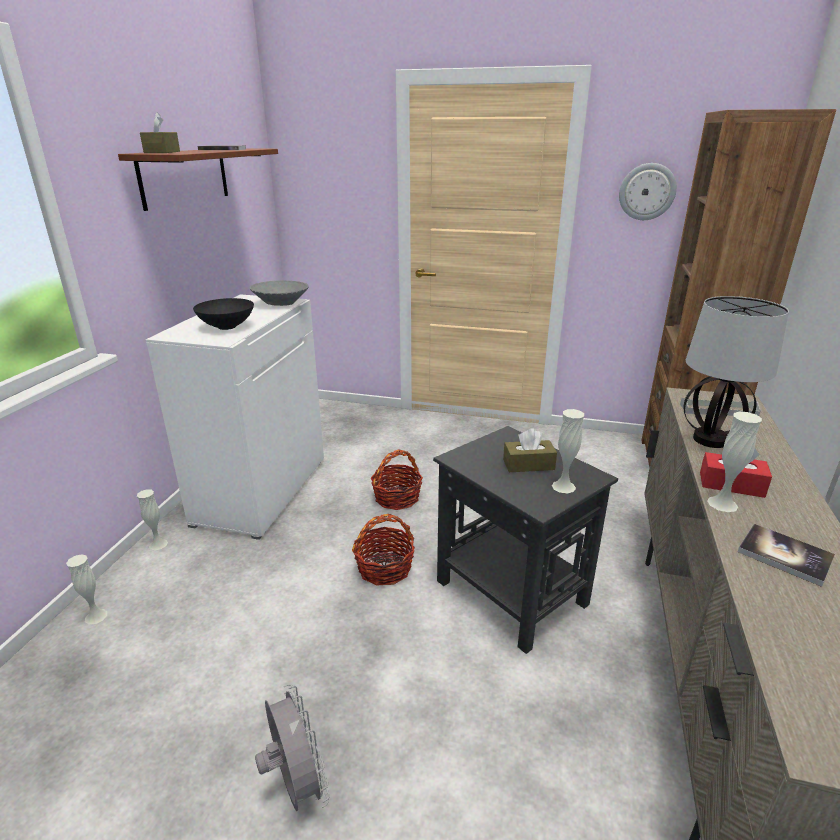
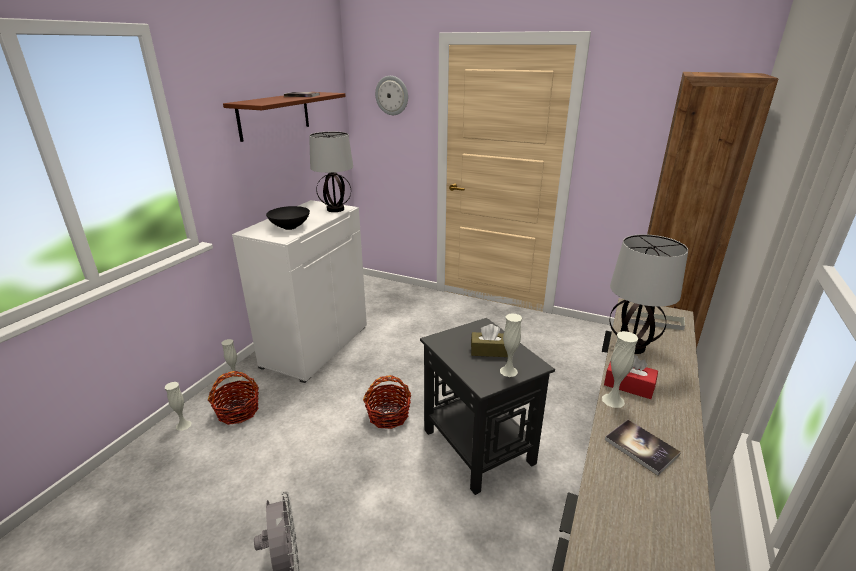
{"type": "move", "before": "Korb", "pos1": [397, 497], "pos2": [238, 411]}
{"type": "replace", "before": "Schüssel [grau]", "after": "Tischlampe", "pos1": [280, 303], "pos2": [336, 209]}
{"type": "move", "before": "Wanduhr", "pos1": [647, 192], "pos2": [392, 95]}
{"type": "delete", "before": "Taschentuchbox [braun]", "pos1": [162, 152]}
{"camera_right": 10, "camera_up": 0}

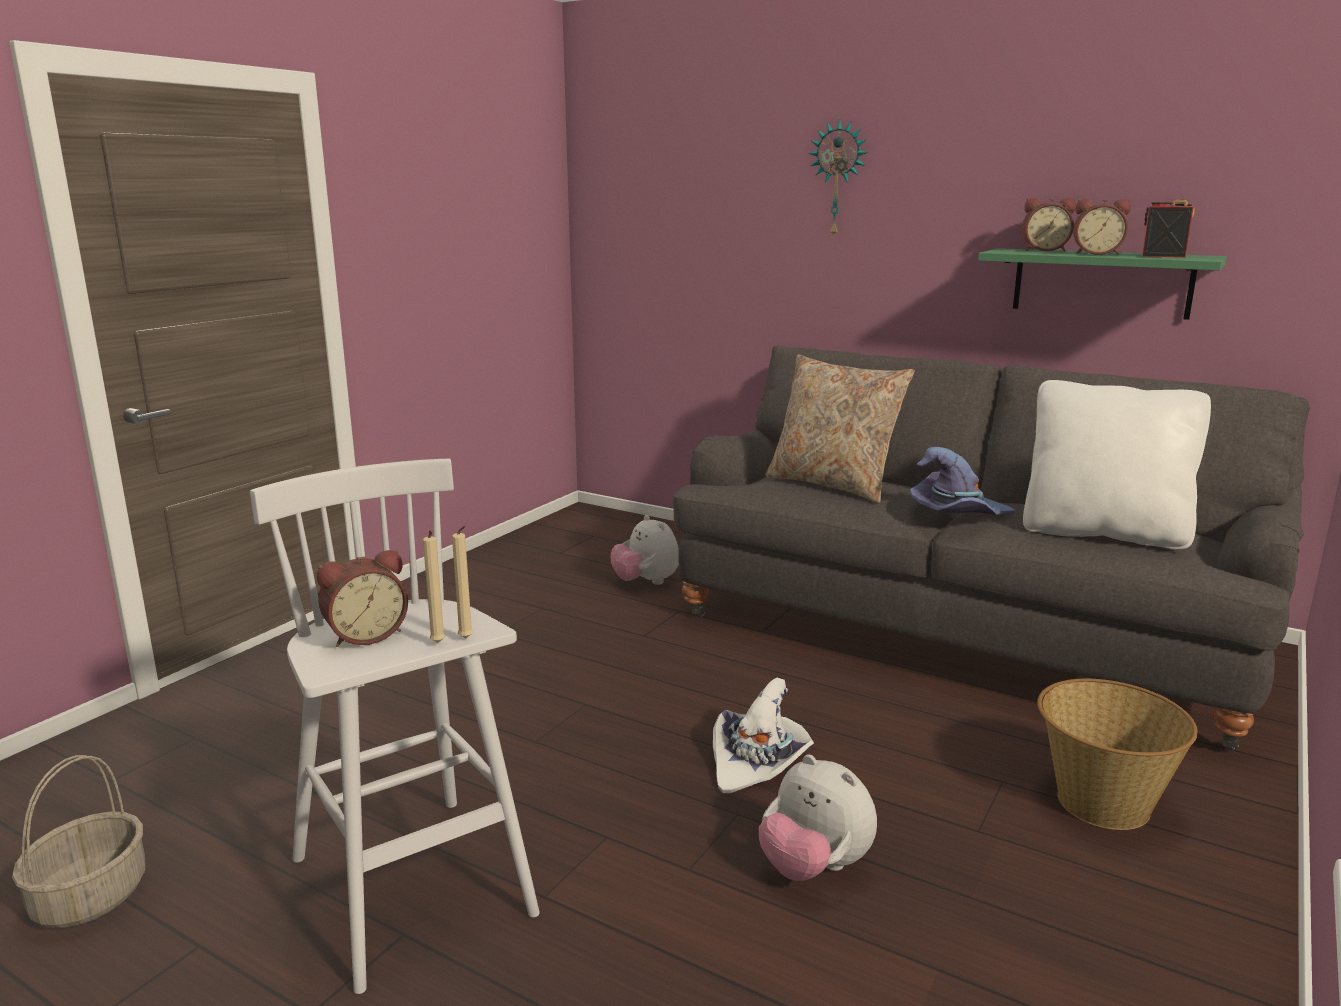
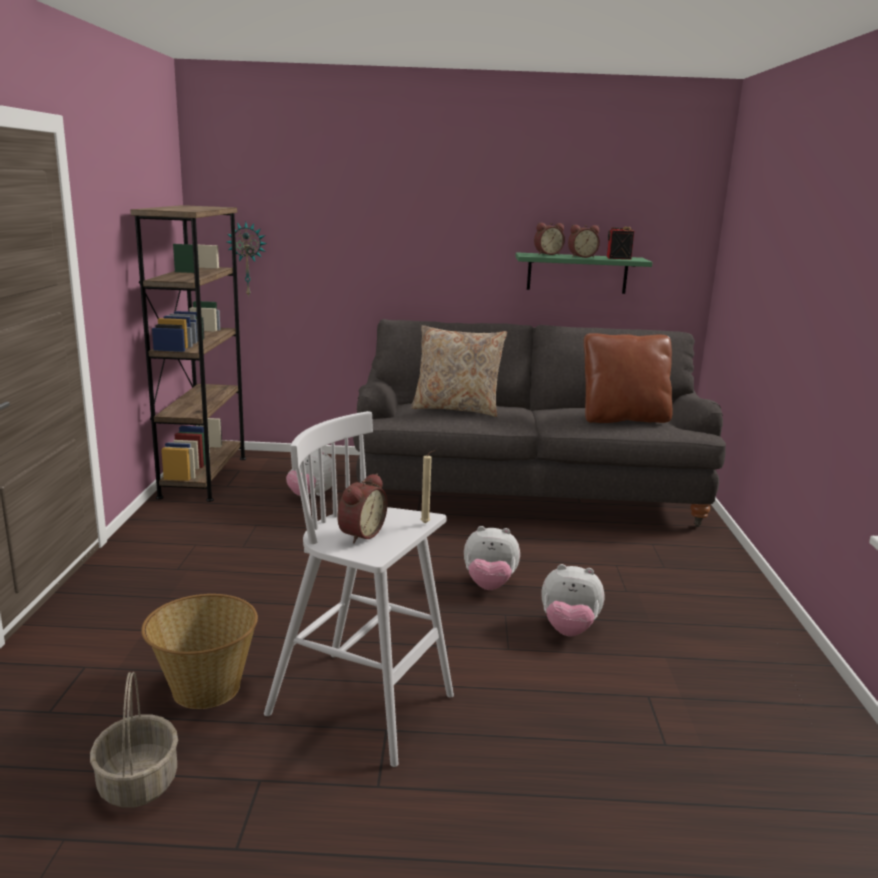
{"type": "insert", "after": "Bücherregal [braun]", "pos2": [204, 477]}
{"type": "move", "before": "Korb", "pos1": [1101, 802], "pos2": [205, 688]}
{"type": "move", "before": "Wanduhr", "pos1": [838, 179], "pos2": [248, 259]}
{"type": "replace", "before": "Hut [weiß]", "after": "Plüschtier", "pos1": [759, 762], "pos2": [489, 585]}
{"type": "recolor", "before": "Kissen [weiß]", "after": "Kissen [braun]", "pos1": [1103, 533], "pos2": [623, 418]}
{"type": "delete", "before": "Kerze [beige]", "pos1": [438, 644]}
{"type": "delete", "before": "Hut [lila]", "pos1": [956, 514]}
{"camera_right": -30, "camera_up": 0}

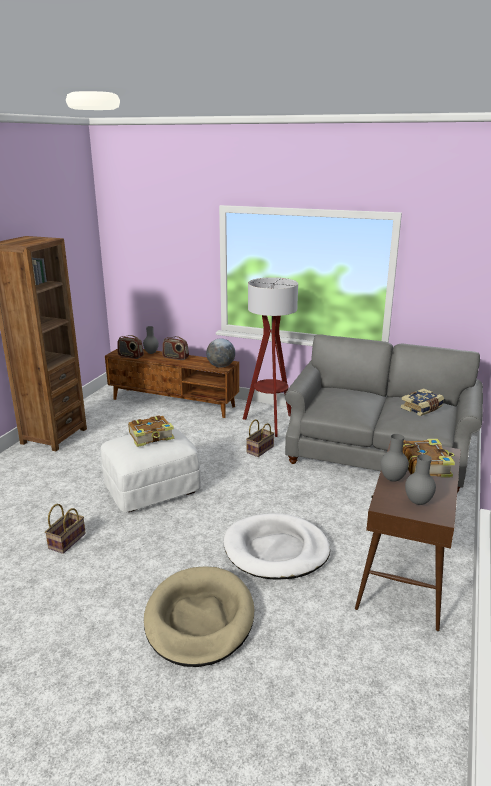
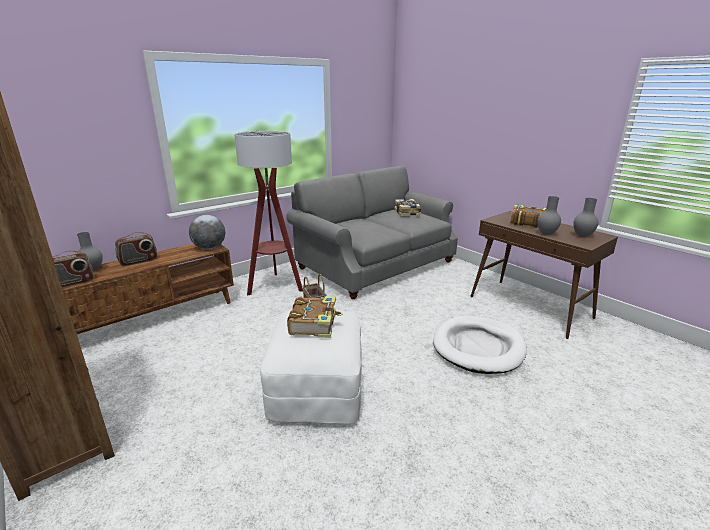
{"type": "delete", "before": "Korb", "pos1": [67, 540]}
{"type": "delete", "before": "Hundebett [beige]", "pos1": [199, 619]}
{"camera_right": -60, "camera_up": 0}

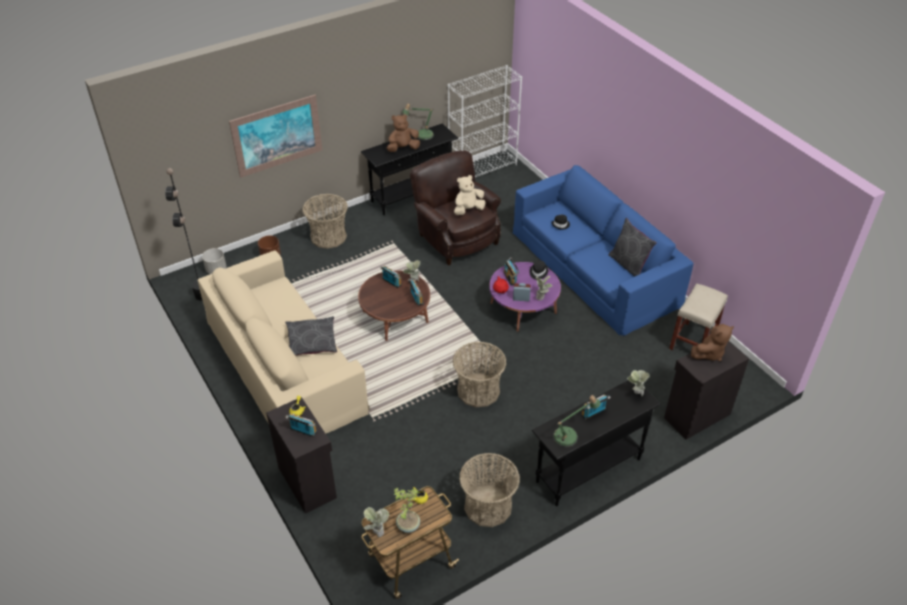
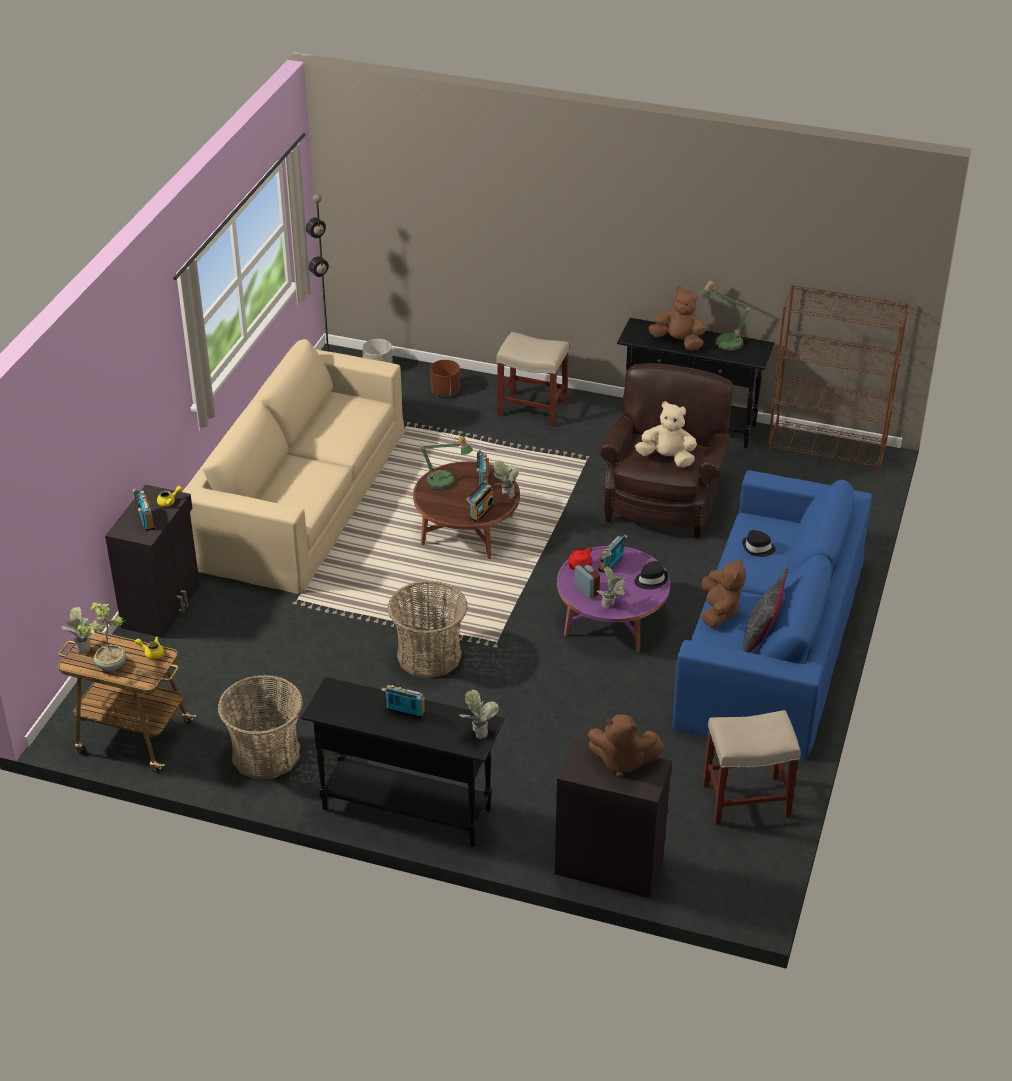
{"type": "move", "before": "Tischlampe", "pos1": [569, 436], "pos2": [445, 483]}
{"type": "replace", "before": "Korb", "after": "Hocker [beige]", "pos1": [328, 236], "pos2": [531, 409]}
{"type": "insert", "after": "Plüschtier [braun]", "pos2": [719, 611]}
{"type": "recolor", "before": "Bücherregal [weiß]", "after": "Bücherregal [braun]", "pos1": [482, 168], "pos2": [827, 449]}
{"type": "delete", "before": "Bild", "pos1": [277, 135]}
{"type": "delete", "before": "Kissen [grau]", "pos1": [311, 342]}
{"camera_right": 50, "camera_up": -5}

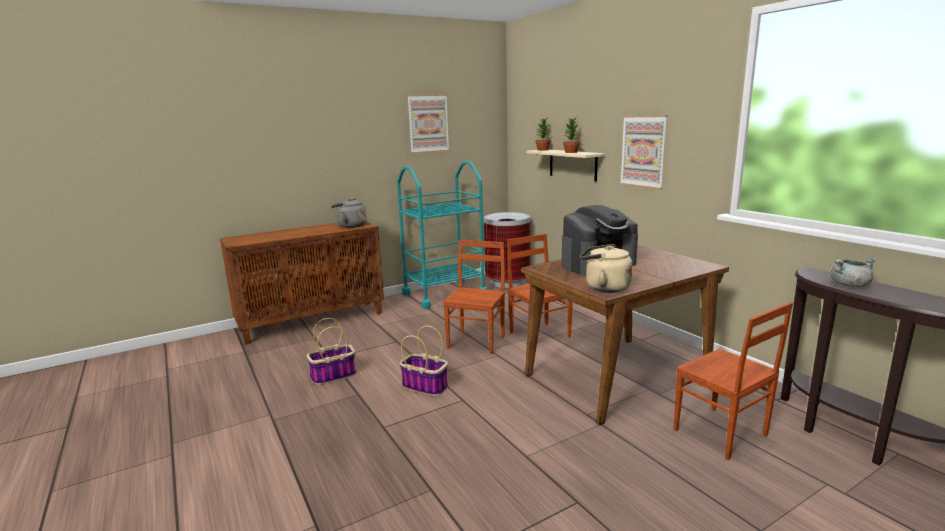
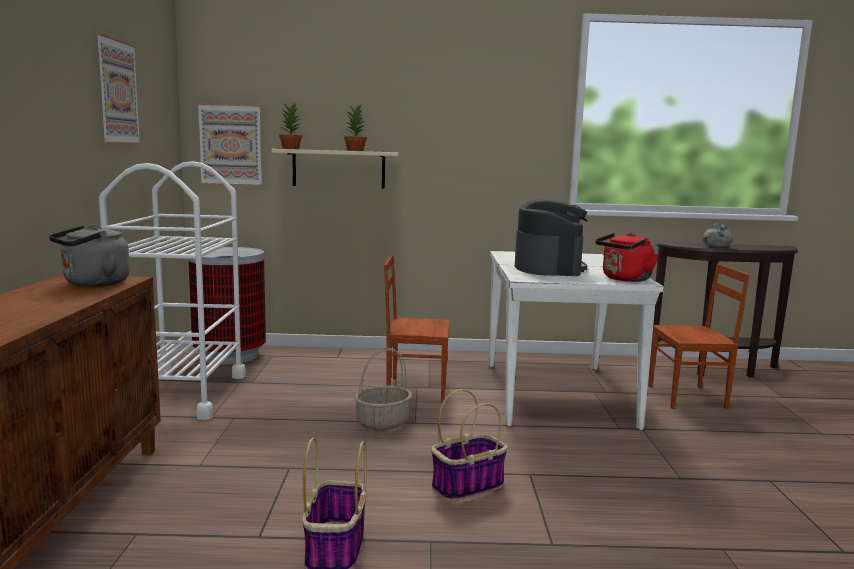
{"type": "recolor", "before": "Rollwagen [türkis]", "after": "Rollwagen [weiß]", "pos1": [444, 294], "pos2": [182, 394]}
{"type": "move", "before": "Bild", "pos1": [643, 151], "pos2": [230, 145]}
{"type": "replace", "before": "Stuhl [braun]", "after": "Korb", "pos1": [477, 342], "pos2": [383, 422]}
{"type": "recolor", "before": "Esstisch [braun]", "after": "Esstisch [weiß]", "pos1": [617, 375], "pos2": [556, 393]}
{"type": "recolor", "before": "Wasserkessel [beige]", "after": "Wasserkessel [rot]", "pos1": [604, 287], "pos2": [624, 279]}
{"camera_right": -60, "camera_up": -5}

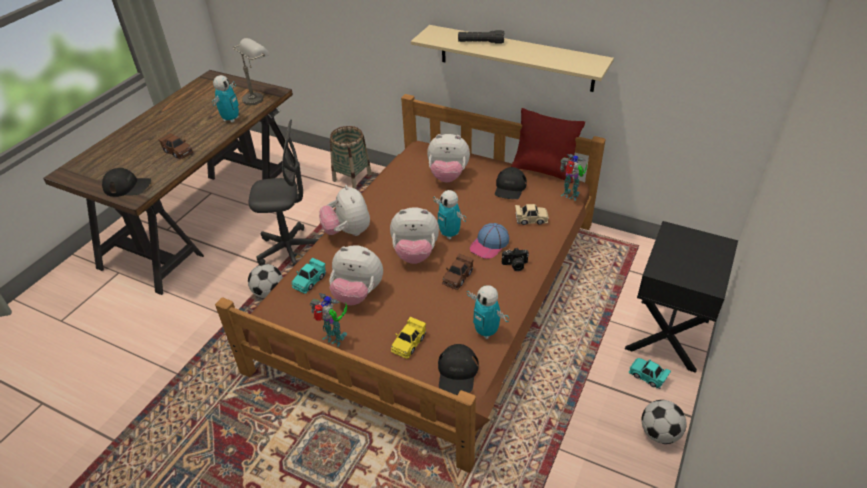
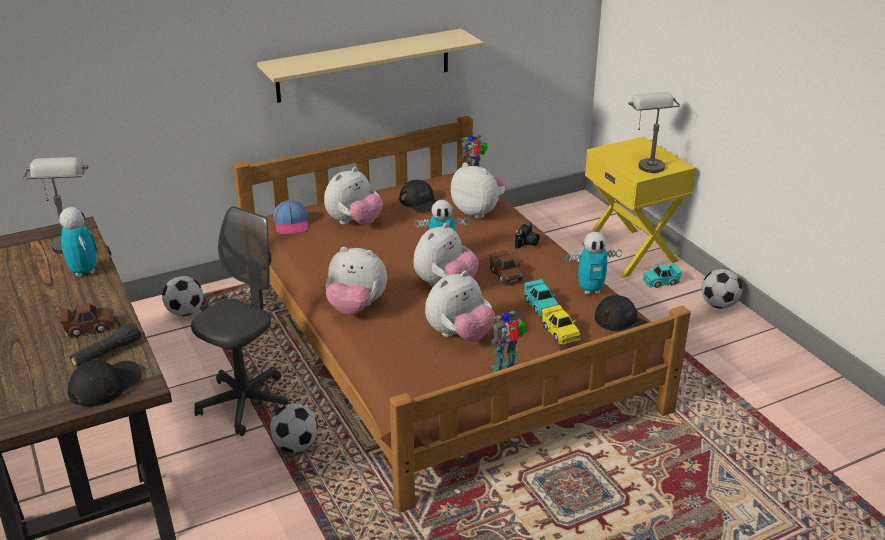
{"type": "move", "before": "Taschenlampe [schwarz]", "pos1": [481, 42], "pos2": [107, 353]}
{"type": "replace", "before": "Korb", "after": "Fußball", "pos1": [352, 178], "pos2": [185, 312]}
{"type": "move", "before": "Kappe", "pos1": [489, 245], "pos2": [291, 224]}
{"type": "replace", "before": "Spielzeugauto [beige]", "after": "Plüschtier", "pos1": [531, 219], "pos2": [478, 212]}
{"type": "move", "before": "Spielzeugauto [türkis]", "pos1": [309, 281], "pos2": [541, 305]}
{"type": "recolor", "before": "Nachttisch [schwarz]", "after": "Nachttisch [gelb]", "pos1": [668, 335], "pos2": [630, 252]}
{"type": "insert", "after": "Tischlampe [grau]", "pos2": [646, 163]}
{"type": "delete", "before": "Kissen [rot]", "pos1": [544, 170]}
{"camera_right": -55, "camera_up": -10}

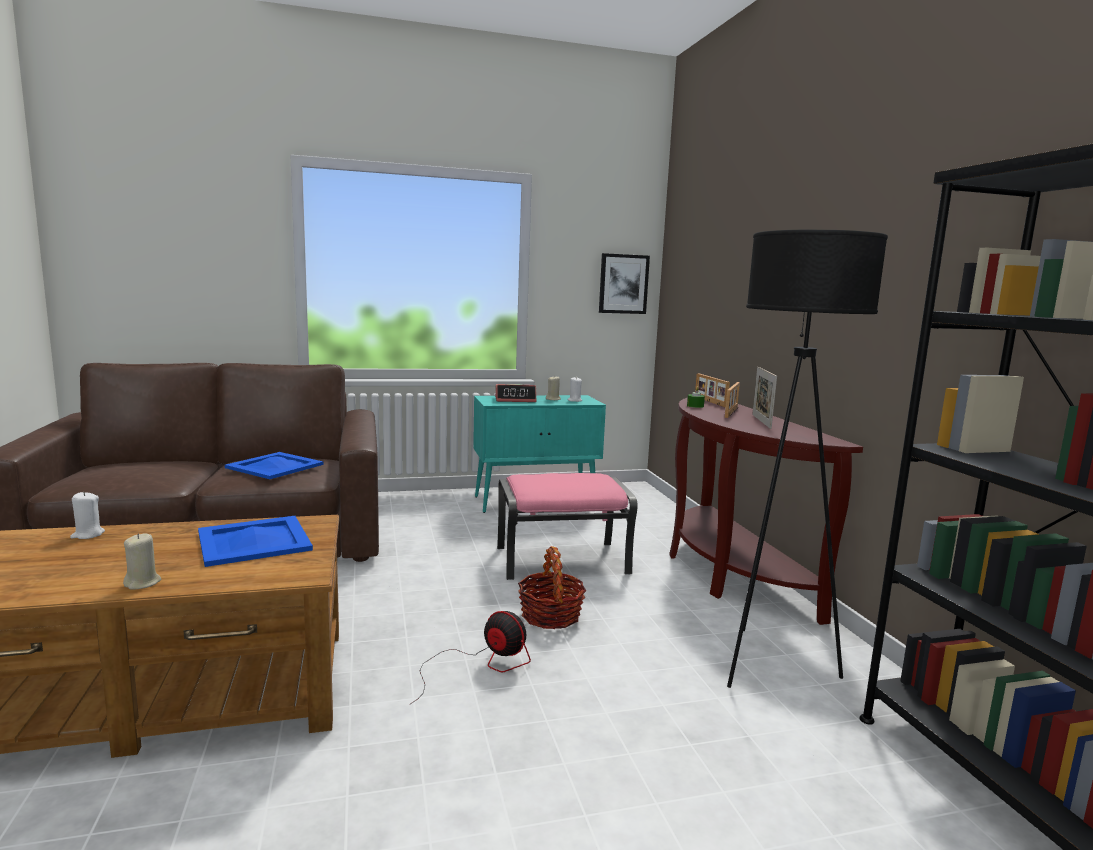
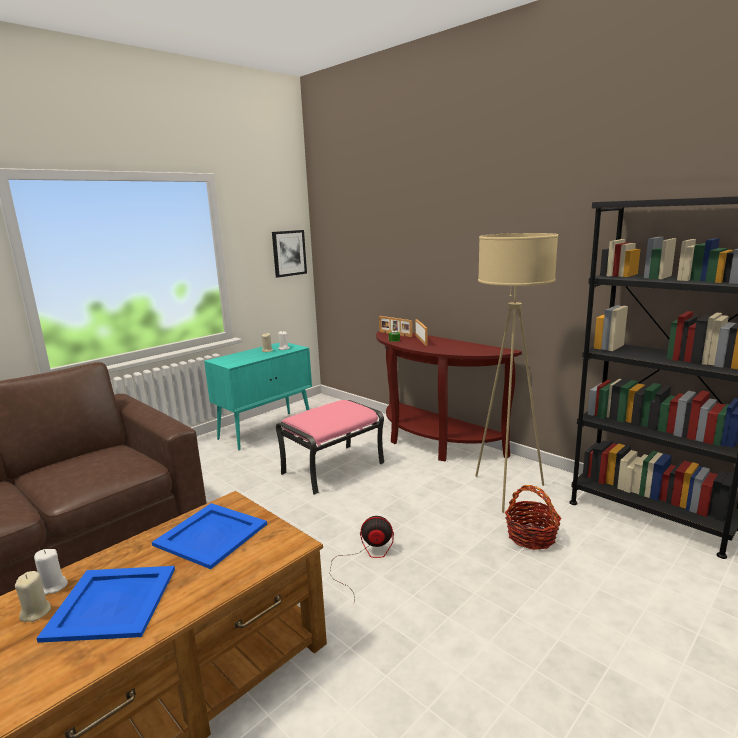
{"type": "move", "before": "Kerze [beige]", "pos1": [143, 583], "pos2": [36, 612]}
{"type": "move", "before": "Tablett [blau]", "pos1": [276, 466], "pos2": [113, 602]}
{"type": "recolor", "before": "Stehlampe [schwarz]", "after": "Stehlampe [beige]", "pos1": [768, 664], "pos2": [506, 491]}
{"type": "move", "before": "Korb", "pos1": [550, 616], "pos2": [531, 536]}
{"type": "delete", "before": "Wecker", "pos1": [515, 400]}
{"type": "delete", "before": "Bilderrahmen", "pos1": [761, 421]}
{"camera_right": -30, "camera_up": 5}

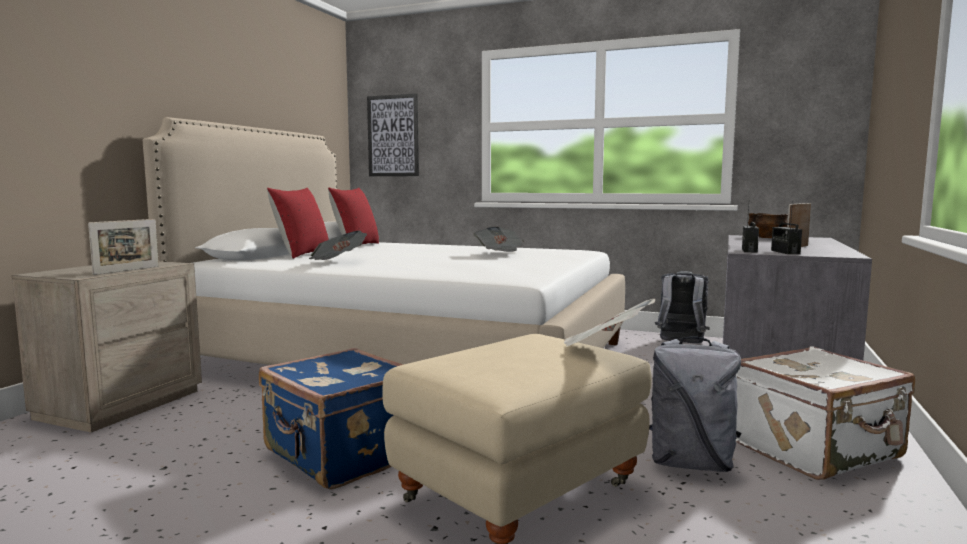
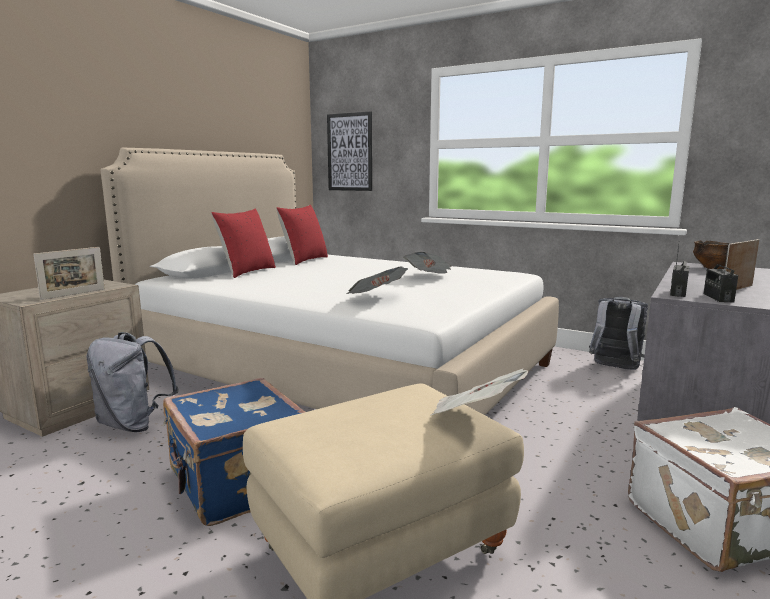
{"type": "move", "before": "Rucksack [grau]", "pos1": [690, 463], "pos2": [134, 424]}
{"type": "move", "before": "Zeitung", "pos1": [338, 262], "pos2": [376, 297]}
{"camera_right": 10, "camera_up": 5}

